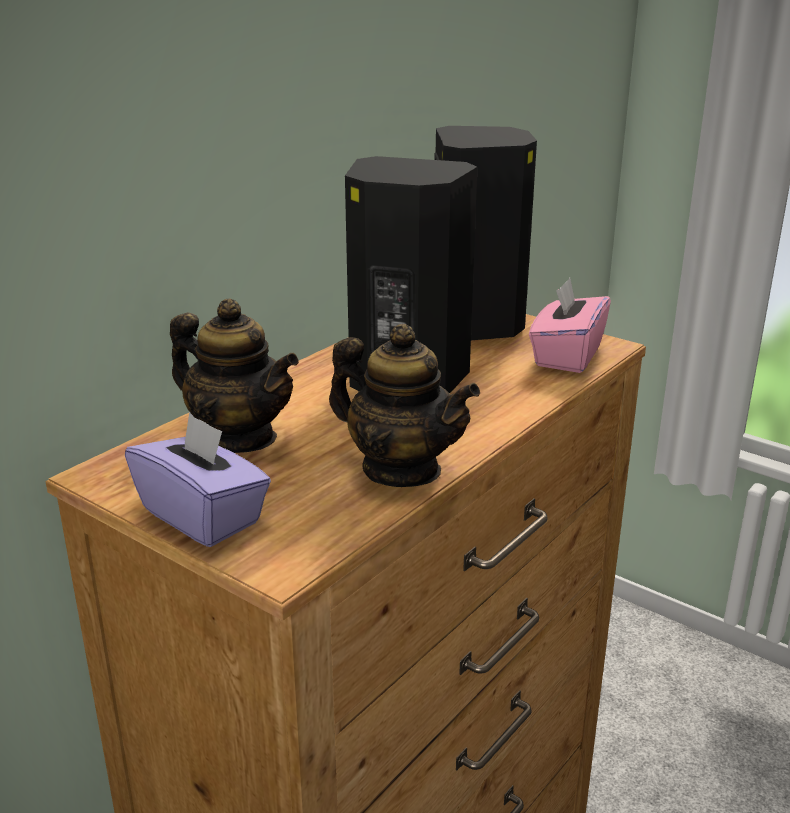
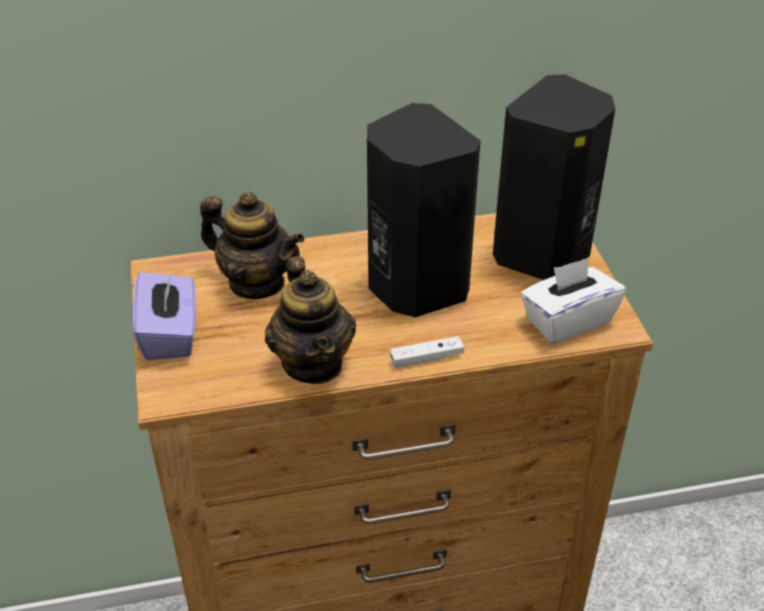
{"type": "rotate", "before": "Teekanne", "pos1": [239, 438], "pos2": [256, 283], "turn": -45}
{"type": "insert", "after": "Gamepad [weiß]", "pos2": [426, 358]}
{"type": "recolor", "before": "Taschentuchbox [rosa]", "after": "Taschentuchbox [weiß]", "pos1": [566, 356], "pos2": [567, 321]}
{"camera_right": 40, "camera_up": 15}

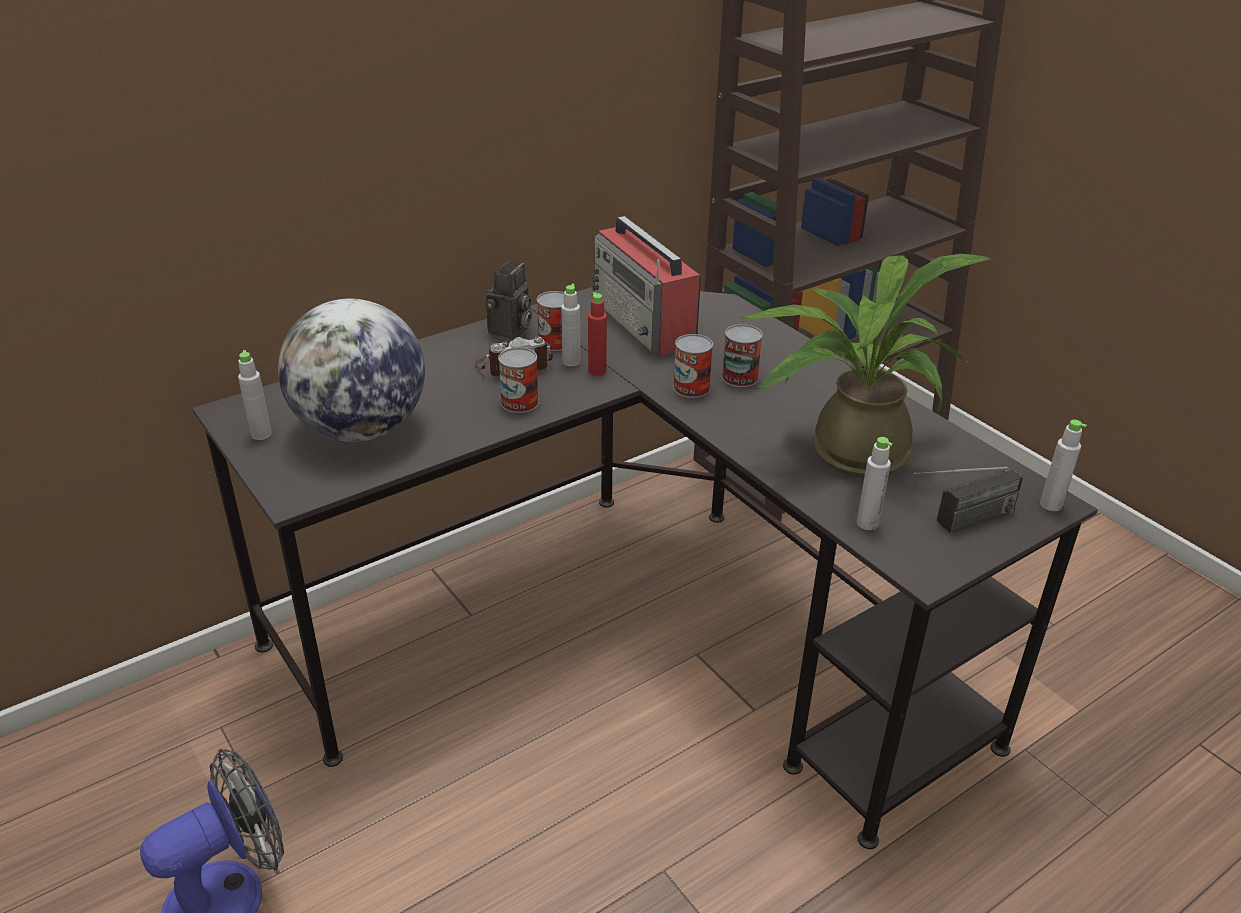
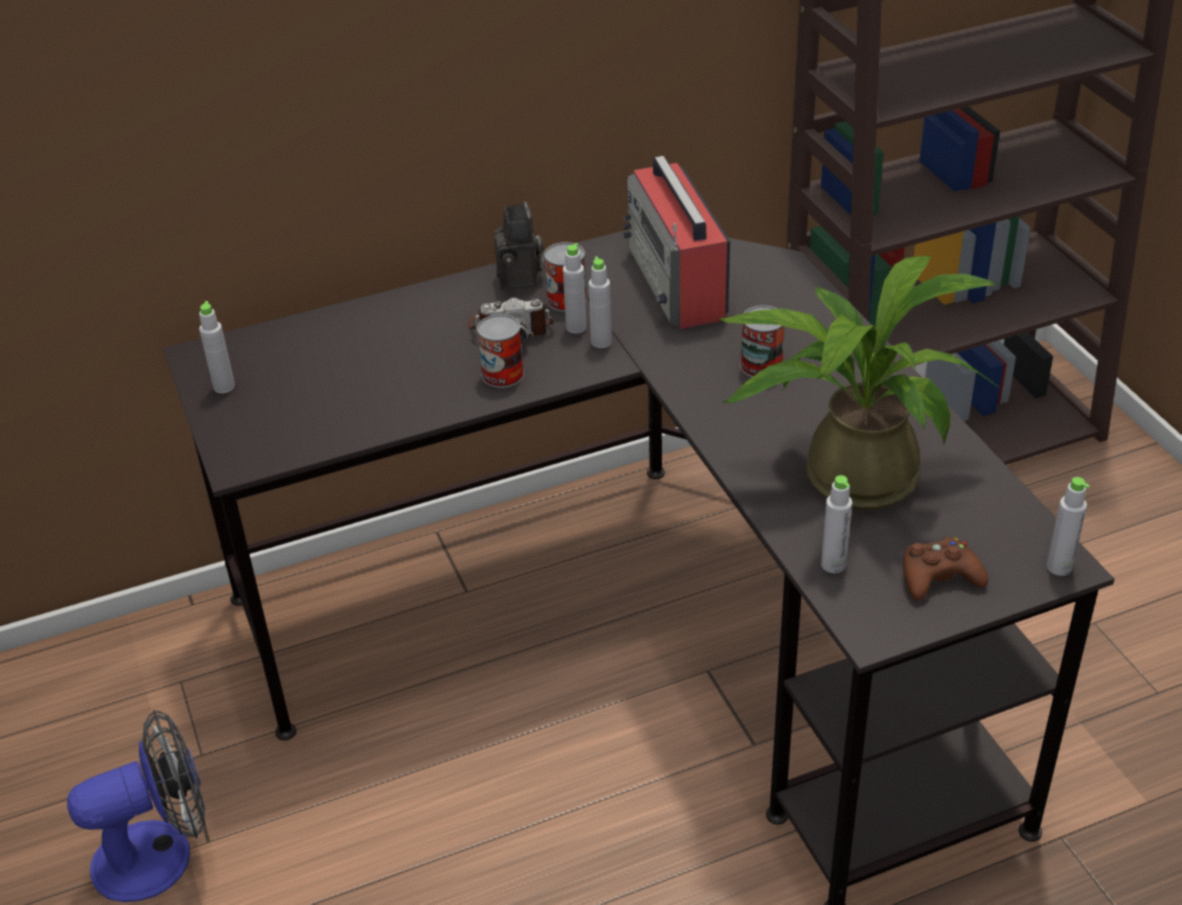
{"type": "rotate", "before": "Kamera", "pos1": [510, 331], "pos2": [521, 281], "turn": -45}
{"type": "recolor", "before": "Flasche [rot]", "after": "Flasche [grau]", "pos1": [597, 371], "pos2": [601, 342]}
{"type": "replace", "before": "Radio", "after": "Gamepad [braun]", "pos1": [959, 523], "pos2": [939, 577]}
{"type": "delete", "before": "Globus", "pos1": [361, 429]}
{"type": "delete", "before": "Dose", "pos1": [691, 388]}
{"camera_right": 15, "camera_up": 5}

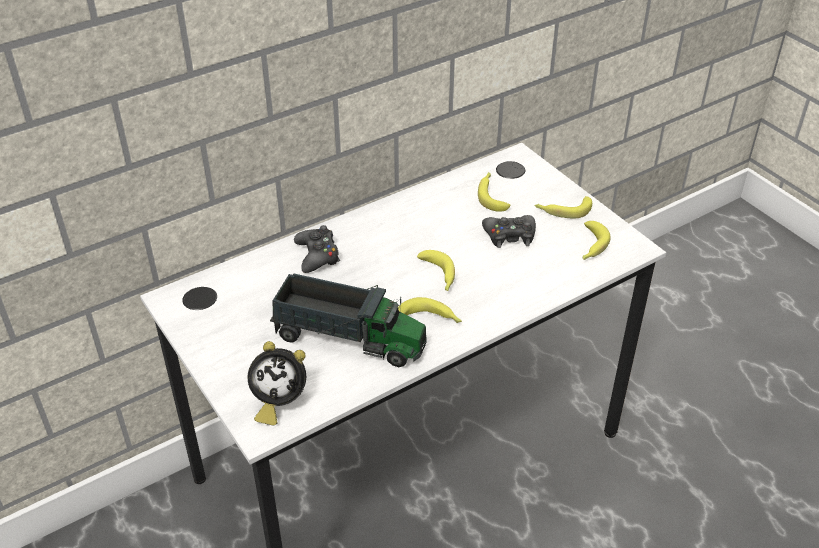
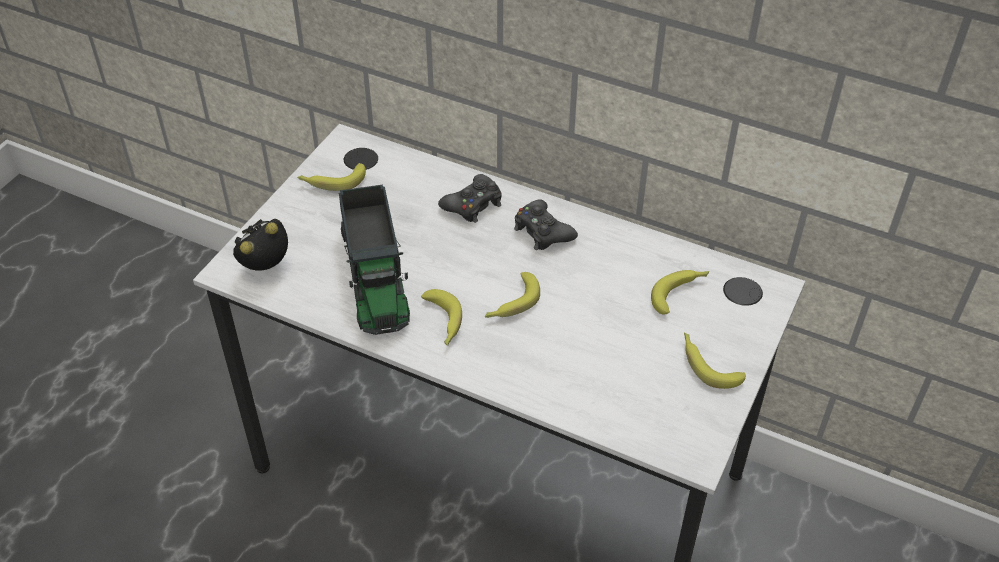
{"type": "rotate", "before": "Wecker", "pos1": [278, 402], "pos2": [266, 266], "turn": 75}
{"type": "move", "before": "Banane", "pos1": [590, 246], "pos2": [332, 181]}
{"type": "move", "before": "Gamepad [schwarz]", "pos1": [510, 236], "pos2": [542, 232]}
{"camera_right": 60, "camera_up": 5}

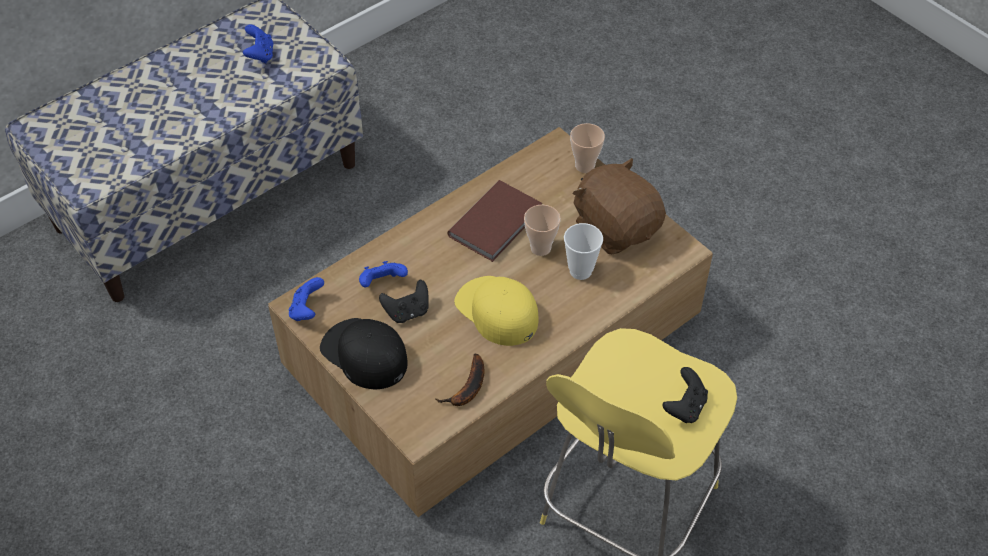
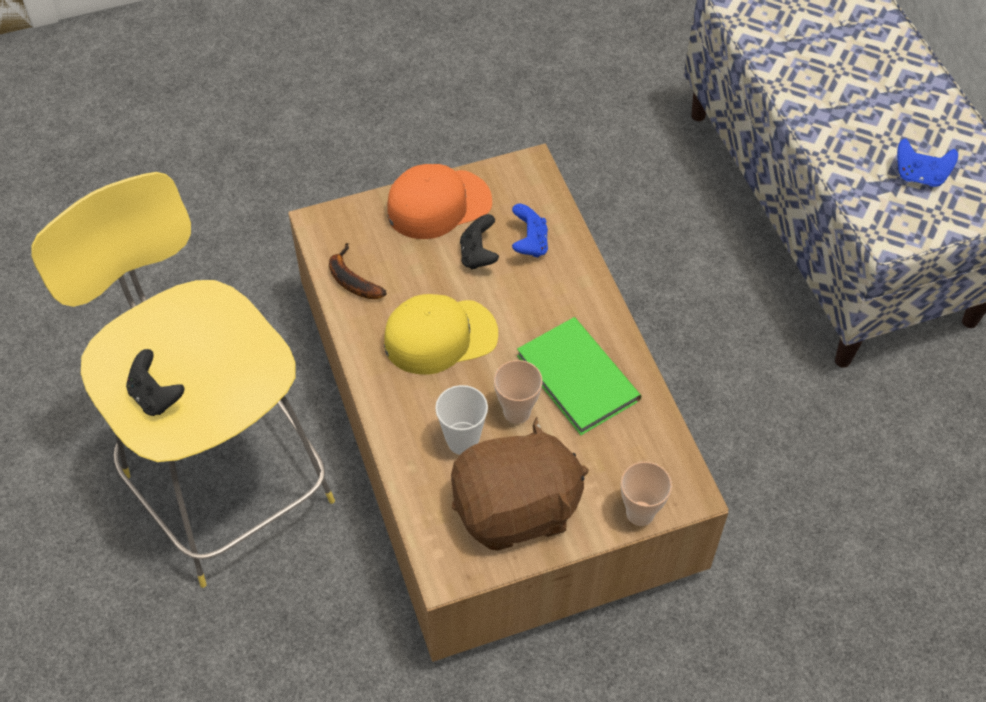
{"type": "recolor", "before": "Kappe [schwarz]", "after": "Kappe [orange]", "pos1": [364, 354], "pos2": [439, 205]}
{"type": "recolor", "before": "Buch [braun]", "after": "Buch [grün]", "pos1": [498, 223], "pos2": [576, 380]}
{"type": "delete", "before": "Gamepad [blau]", "pos1": [307, 310]}
{"camera_right": 110, "camera_up": 5}

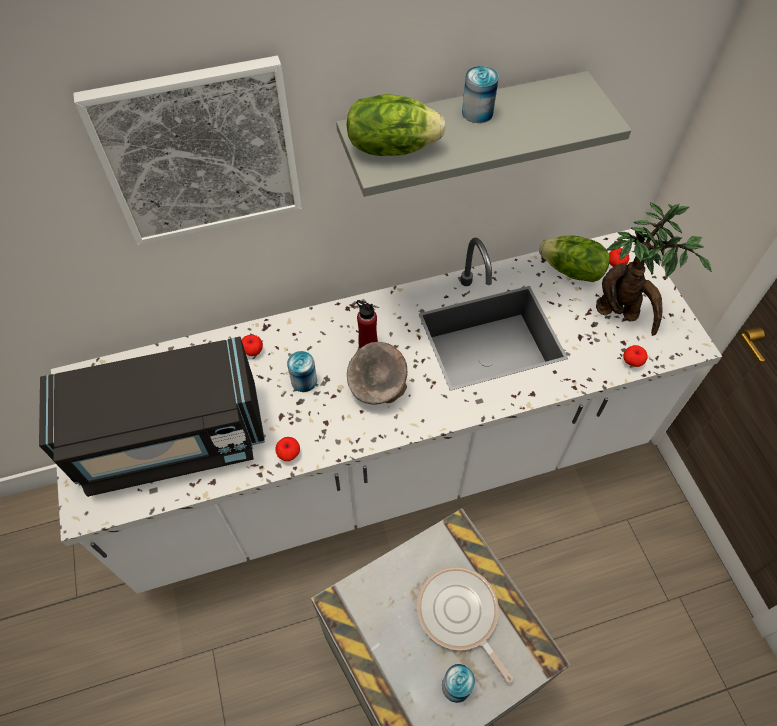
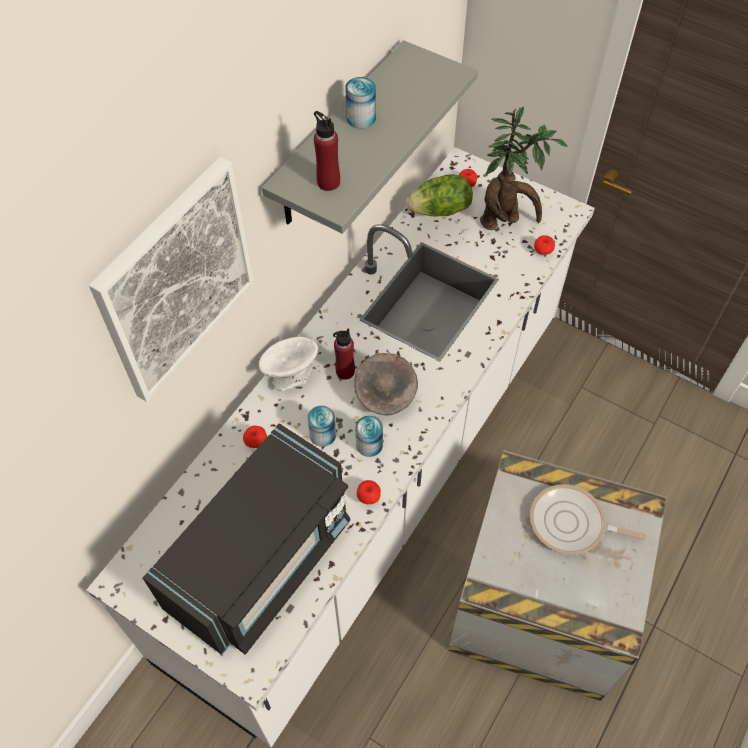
{"type": "insert", "after": "Schüssel [weiß]", "pos2": [290, 373]}
{"type": "replace", "before": "Salatkopf", "after": "Flasche [rot]", "pos1": [391, 147], "pos2": [328, 182]}
{"type": "move", "before": "Dose", "pos1": [456, 686], "pos2": [369, 444]}
{"camera_right": -40, "camera_up": 0}

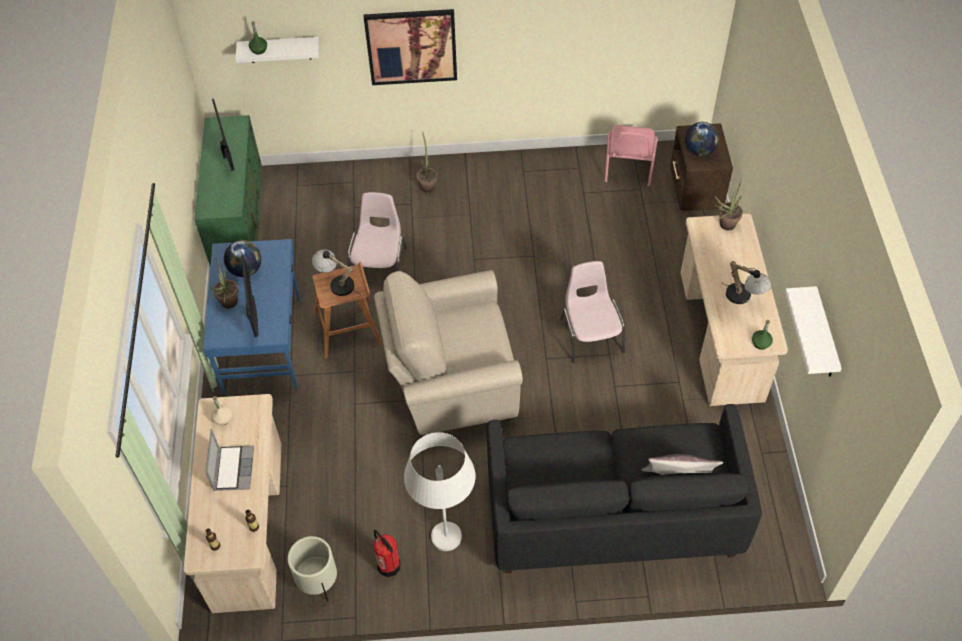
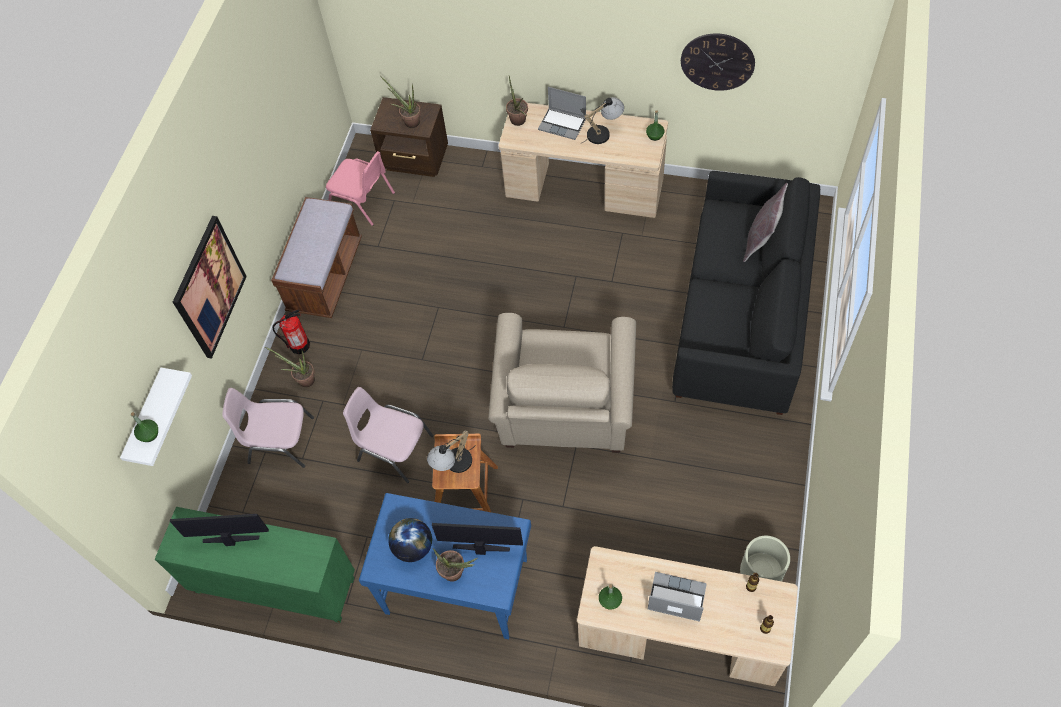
{"type": "move", "before": "Stuhl [rosa]", "pos1": [591, 335], "pos2": [279, 441]}
{"type": "insert", "after": "Bank [braun]", "pos2": [325, 276]}
{"type": "move", "before": "Feuerlöscher", "pos1": [389, 565], "pos2": [299, 345]}
{"type": "replace", "before": "Globus", "after": "Topfpflanze", "pos1": [699, 150], "pos2": [409, 121]}
{"type": "insert", "after": "Laptop", "pos2": [563, 124]}
{"type": "recolor", "before": "Flasche [beige]", "after": "Flasche [grün]", "pos1": [222, 418], "pos2": [610, 600]}
{"type": "replace", "before": "Wandregal [weiß]", "after": "Wanduhr", "pos1": [825, 336], "pos2": [717, 61]}
{"type": "delete", "before": "Stehlampe [weiß]", "pos1": [447, 553]}
{"camera_right": -70, "camera_up": 5}

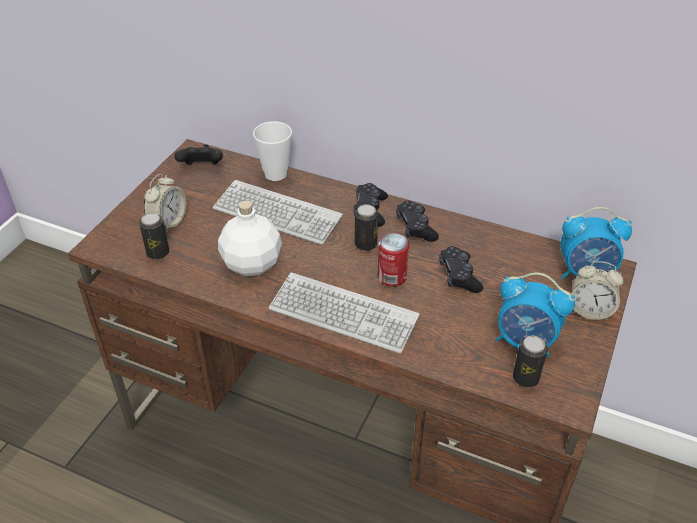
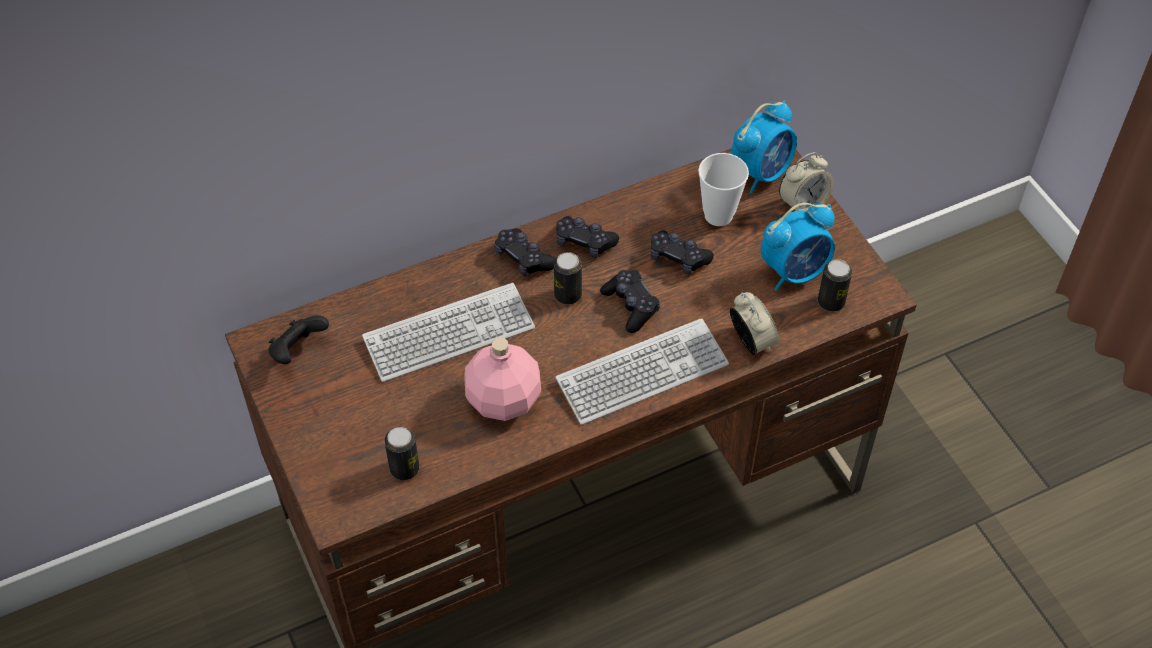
{"type": "recolor", "before": "Flasche [weiß]", "after": "Flasche [rosa]", "pos1": [251, 264], "pos2": [503, 401]}
{"type": "replace", "before": "Dose", "after": "Gamepad [schwarz]", "pos1": [392, 277], "pos2": [631, 306]}
{"type": "move", "before": "Tasse", "pos1": [275, 174], "pos2": [718, 215]}
{"type": "move", "before": "Wecker", "pos1": [168, 222], "pos2": [751, 342]}
{"camera_right": -50, "camera_up": 10}

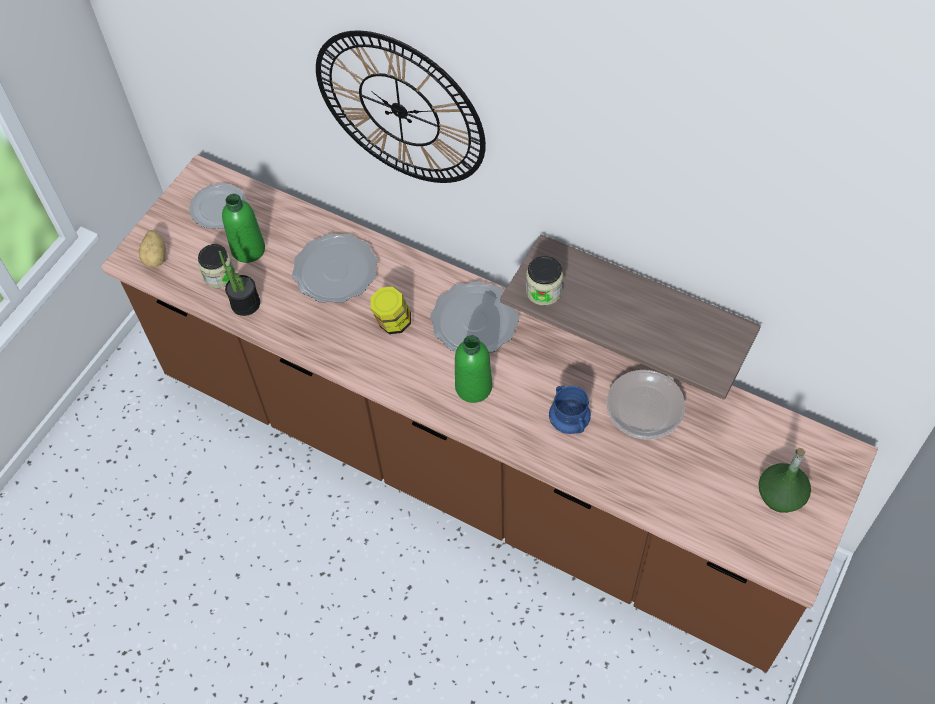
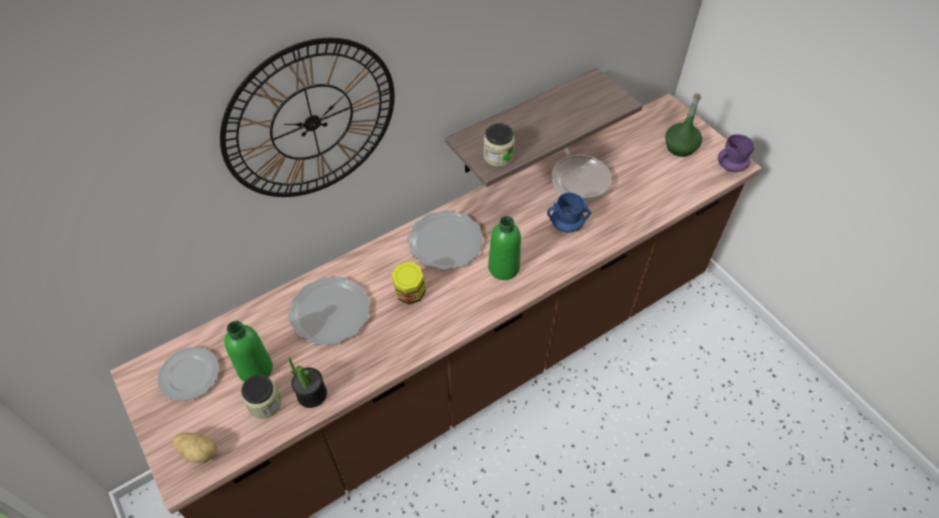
{"type": "insert", "after": "Henkelbecher [lila]", "pos2": [730, 166]}
{"camera_right": -65, "camera_up": -5}

